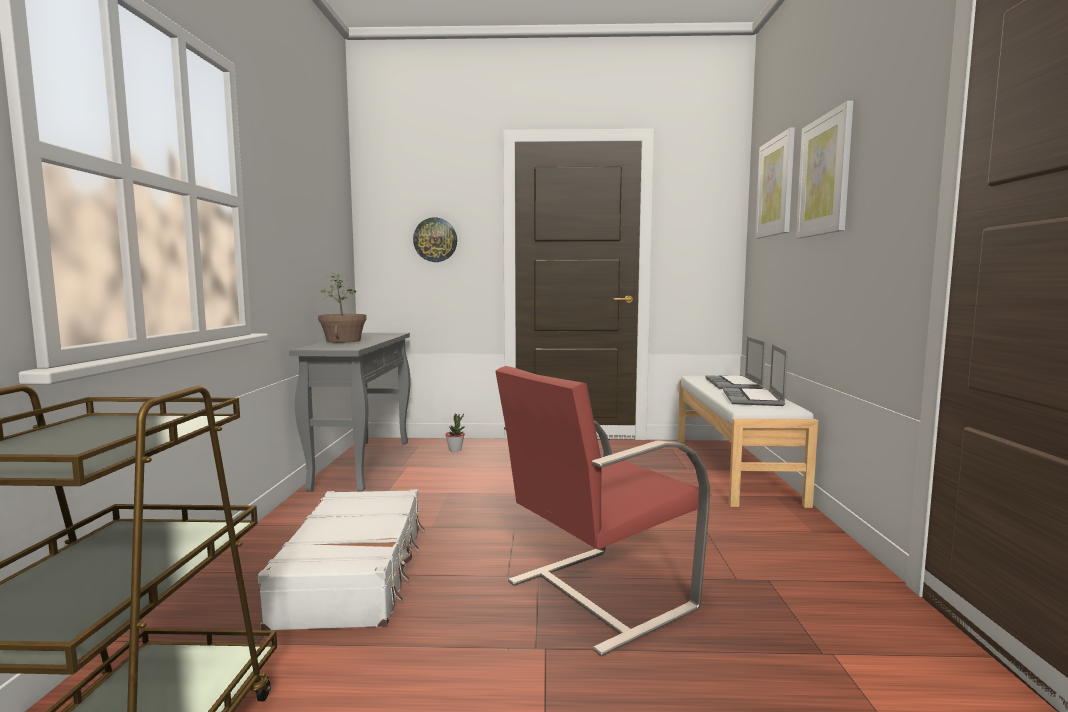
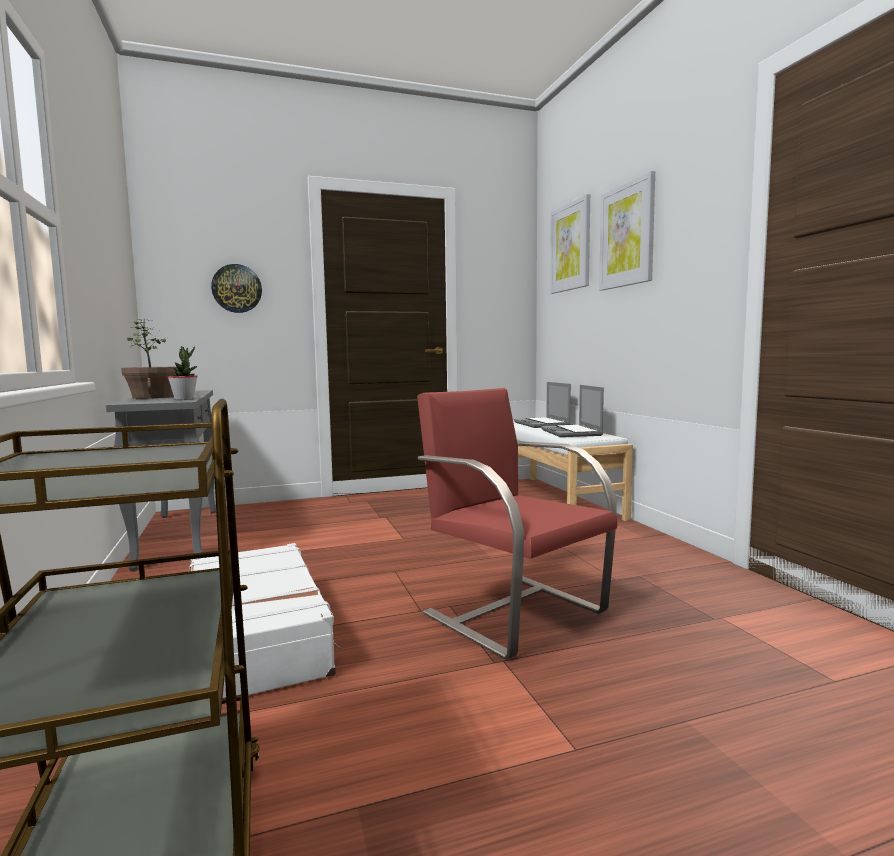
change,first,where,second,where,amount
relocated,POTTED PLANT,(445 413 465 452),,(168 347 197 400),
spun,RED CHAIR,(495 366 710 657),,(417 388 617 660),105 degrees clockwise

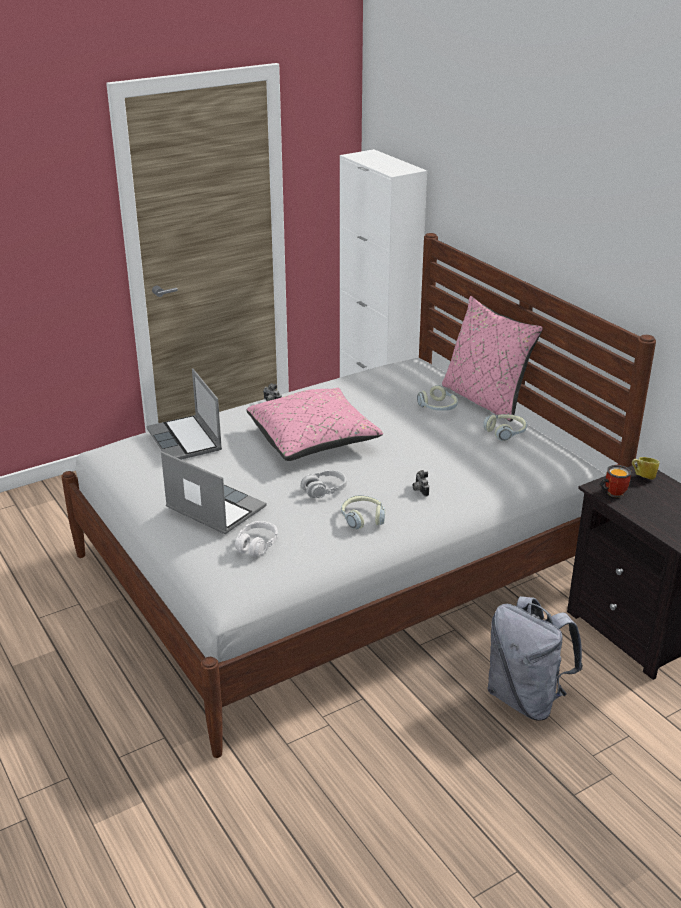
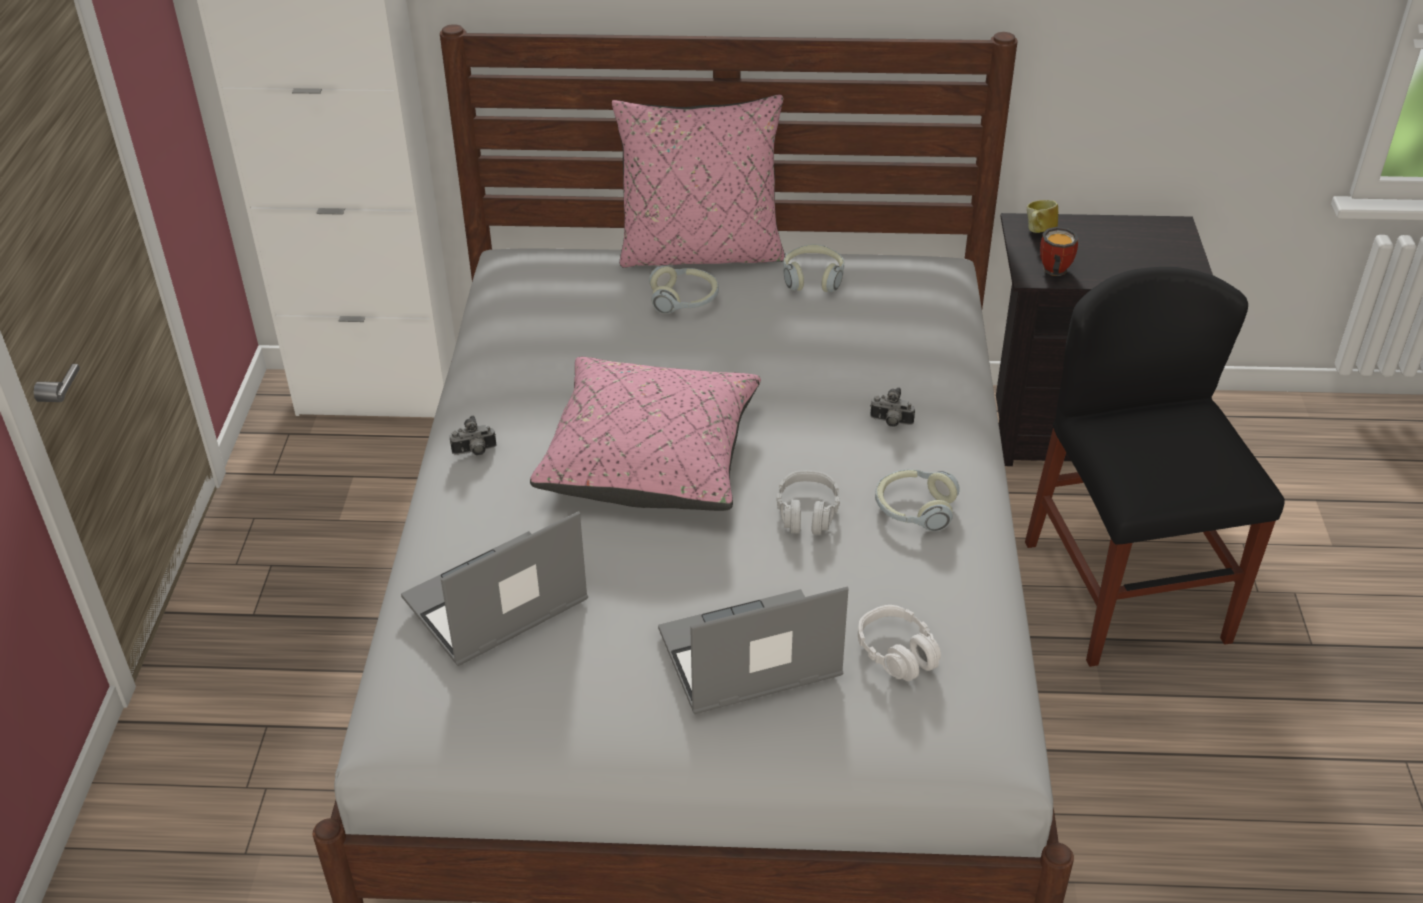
change,first,where,second,where,amount
spun,LAPTOP,(146 368 222 460),,(401 511 588 666),135 degrees clockwise
exchanged,GREY BACKPACK,(487 596 583 721),BLACK CHAIR,(1025 267 1285 667),

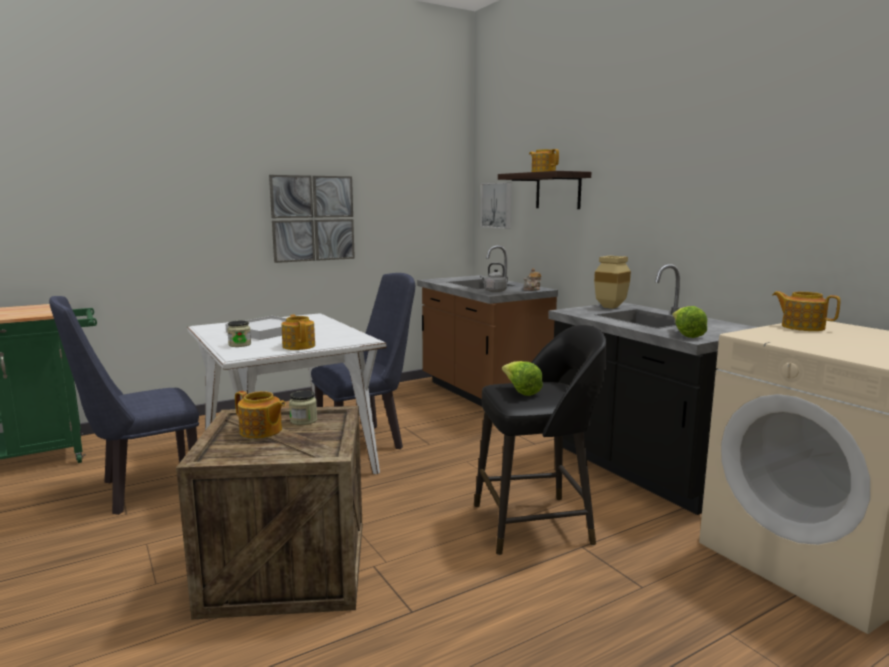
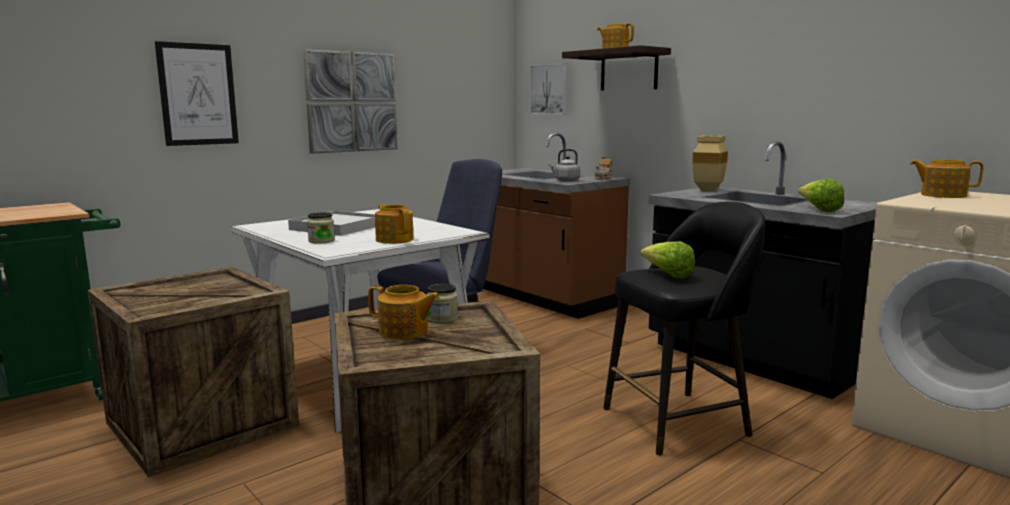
change,first,where,second,where,amount
exchanged,BLUE CHAIR,(49 296 199 515),CRATE,(88 267 299 477),
appeared,,,PICTURE,(155 41 239 146),

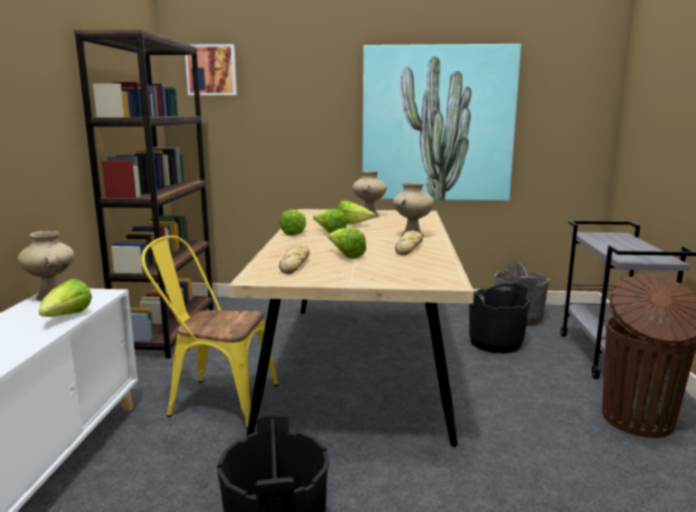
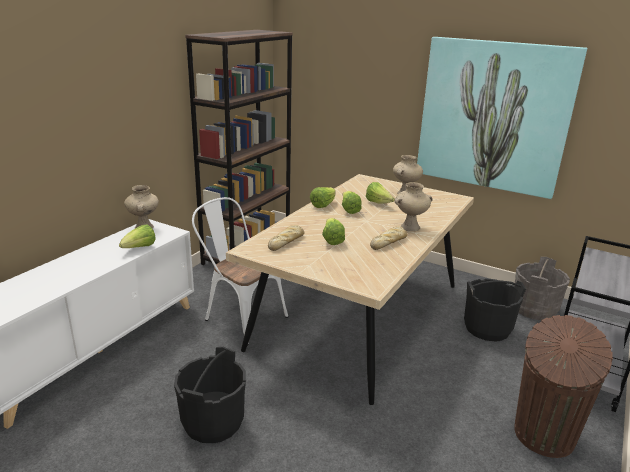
change,first,where,second,where,amount
colour,YELLOW CHAIR,(141 236 278 429),WHITE CHAIR,(192 197 288 346),
missing,PICTURE,(185 44 237 95),,,

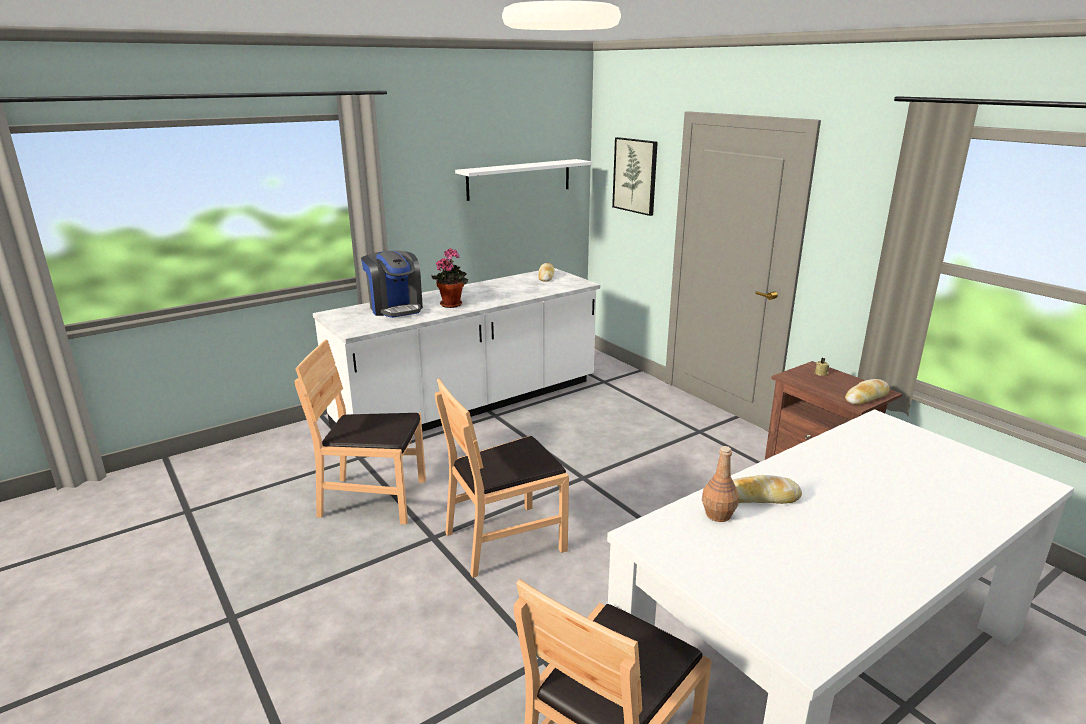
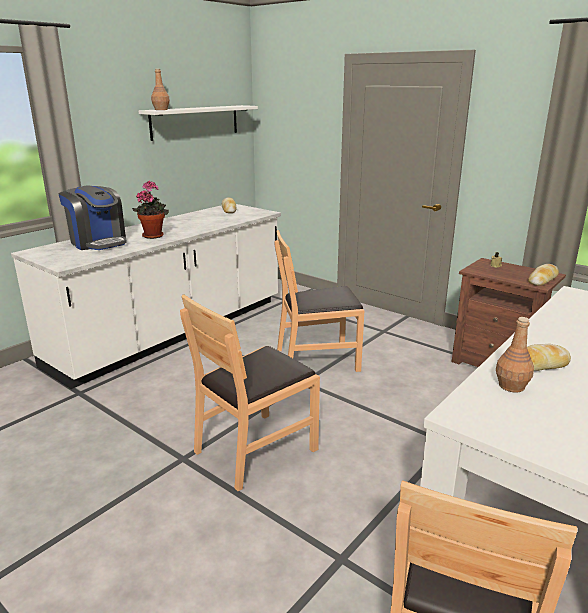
change,first,where,second,where,amount
appeared,,,BROWN BOTTLE,(151 69 170 110),
relocated,BROWN CHAIR,(295 339 426 525),,(274 230 364 372),
missing,PICTURE,(612 137 658 216),,,

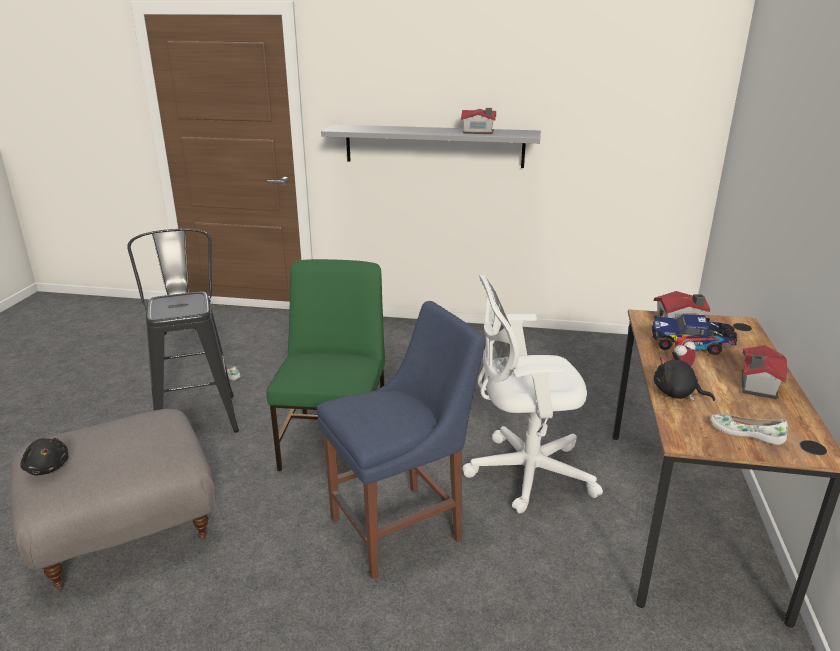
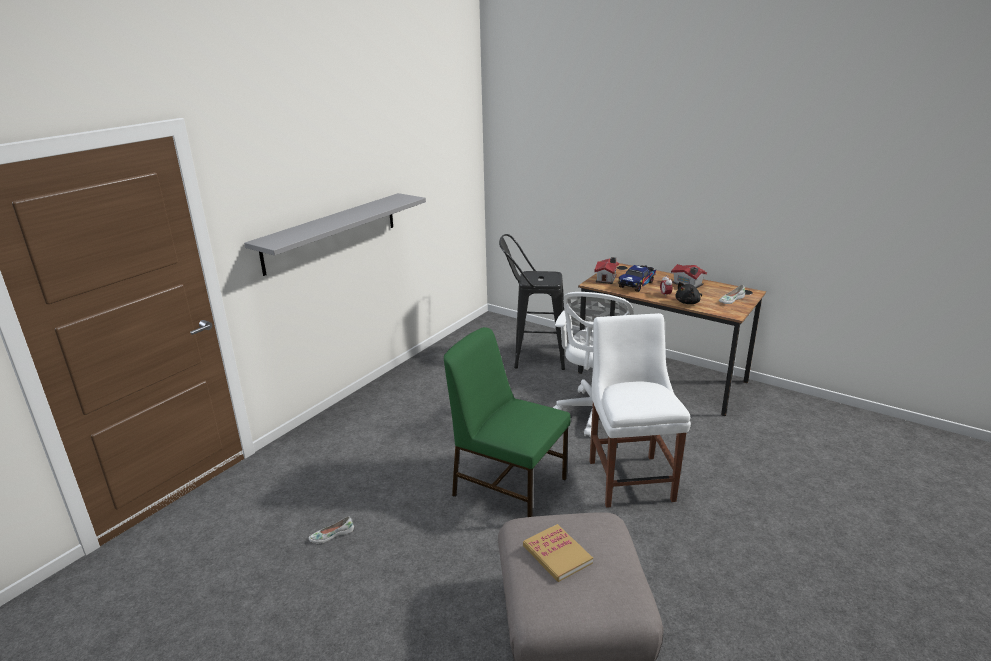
change,first,where,second,where,amount
relocated,BLACK STOOL,(127 229 239 433),,(499 234 565 370),
appeared,,,BOOK,(523 524 593 582),
colour,BLUE CHAIR,(317 301 486 579),WHITE CHAIR,(589 313 691 508),
missing,BLACK PLUSH TOY,(20 438 68 476),,,
missing,TOY HOUSE,(461 108 496 134),,,

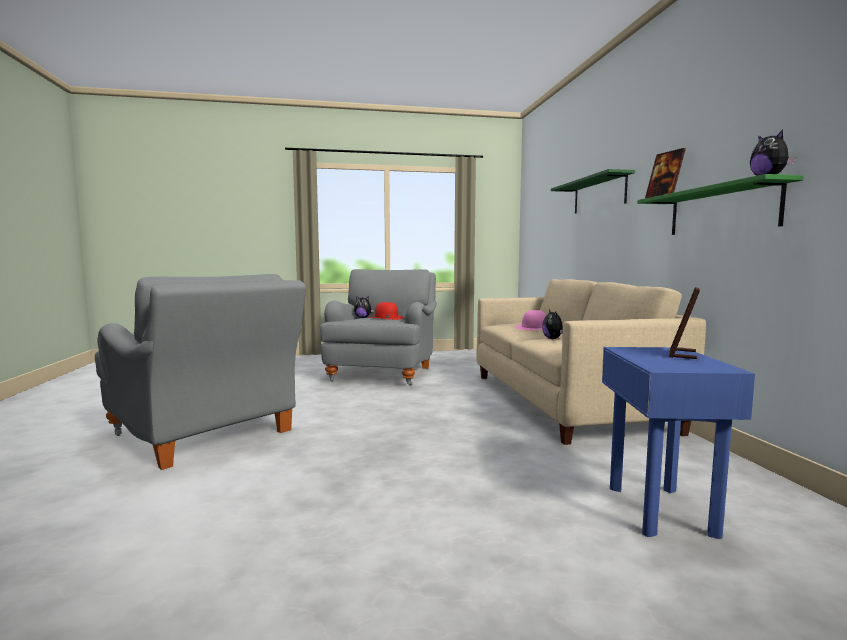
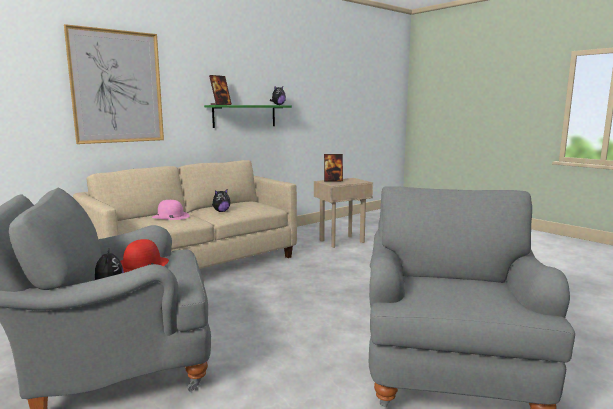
change,first,where,second,where,amount
exchanged,GREEN SHELF,(551 169 635 213),PICTURE,(64 24 164 144),
colour,BLUE SIDE TABLE,(602 347 755 539),BEIGE SIDE TABLE,(314 178 373 248),

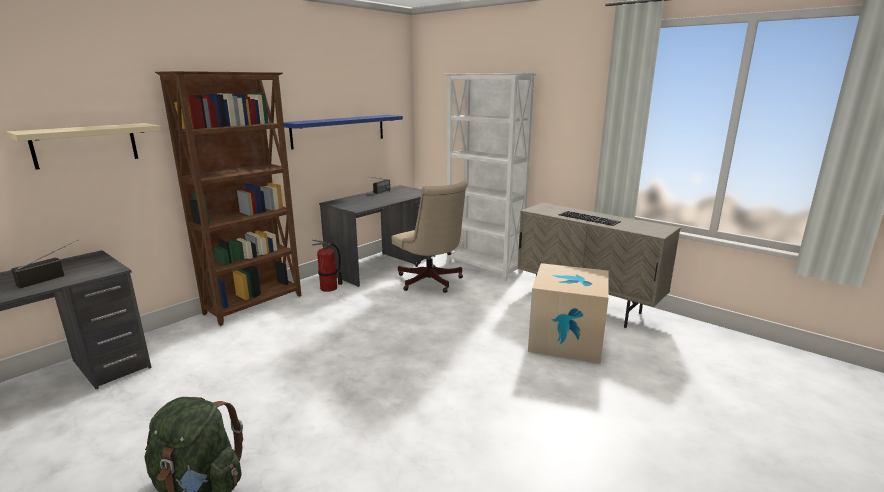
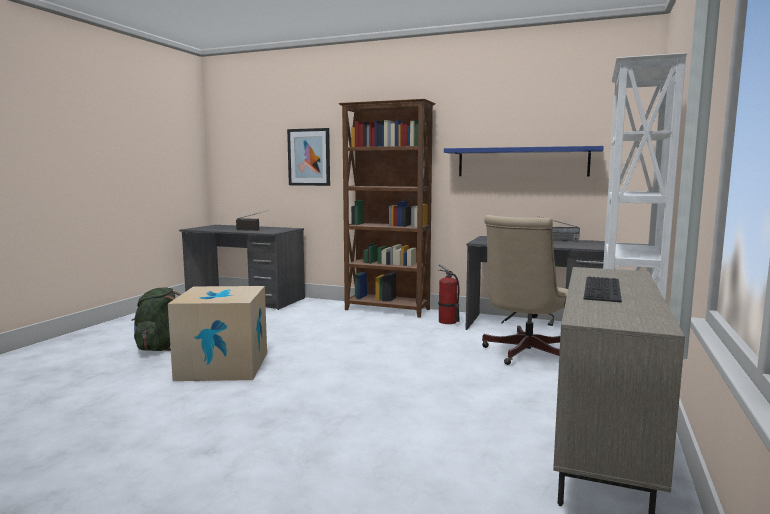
change,first,where,second,where,amount
relocated,CARDBOARD BOX,(528 263 609 364),,(168 286 267 381),
exchanged,BEIGE SHELF,(6 123 161 170),PICTURE,(287 128 330 186),

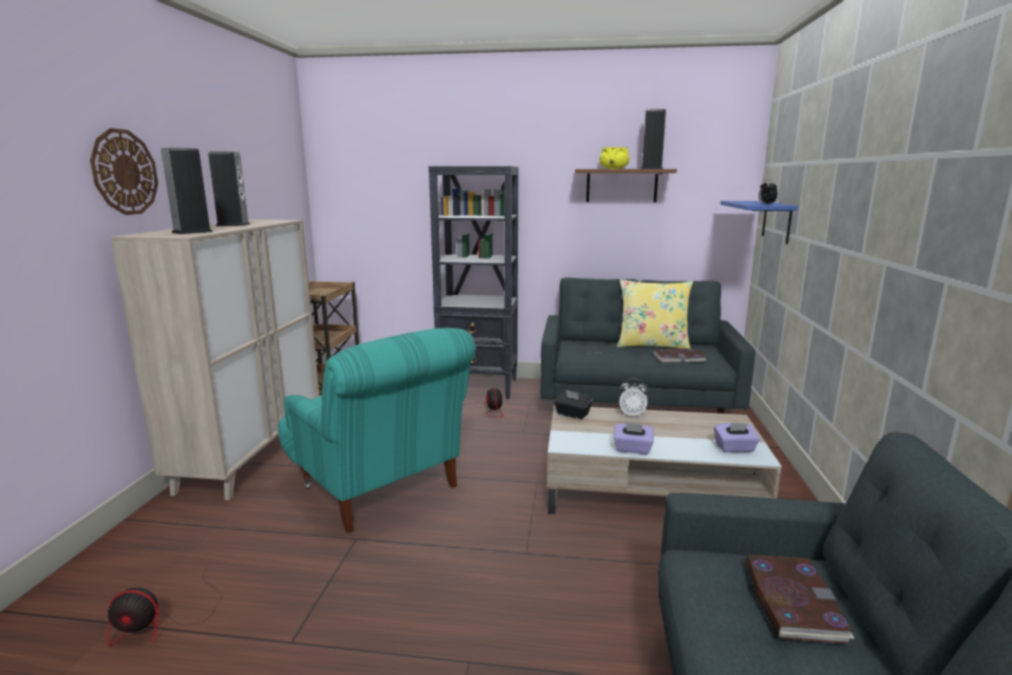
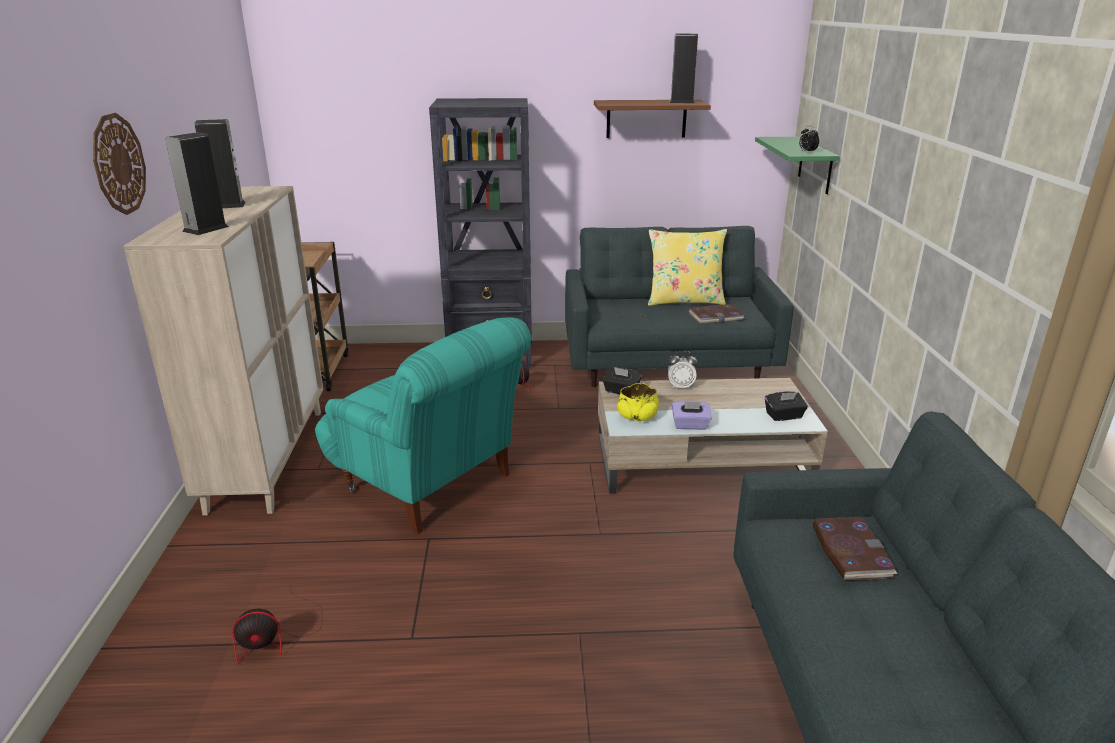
change,first,where,second,where,amount
relocated,YELLOW BOWL,(599 147 630 169),,(617 383 659 421),
colour,BLUE SHELF,(720 201 798 244),GREEN SHELF,(755 137 840 194),
colour,PURPLE TISSUE BOX,(714 423 760 452),BLACK TISSUE BOX,(765 391 808 421),

